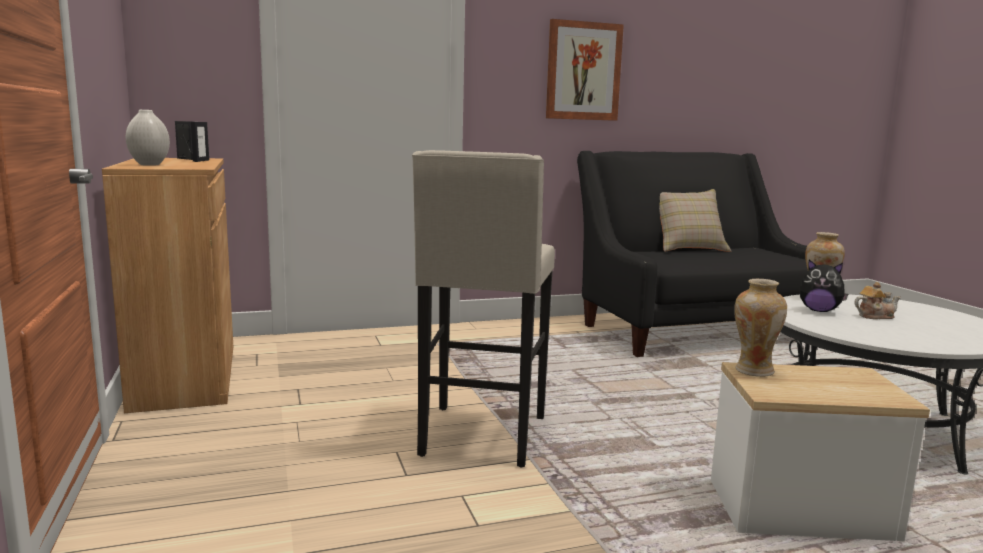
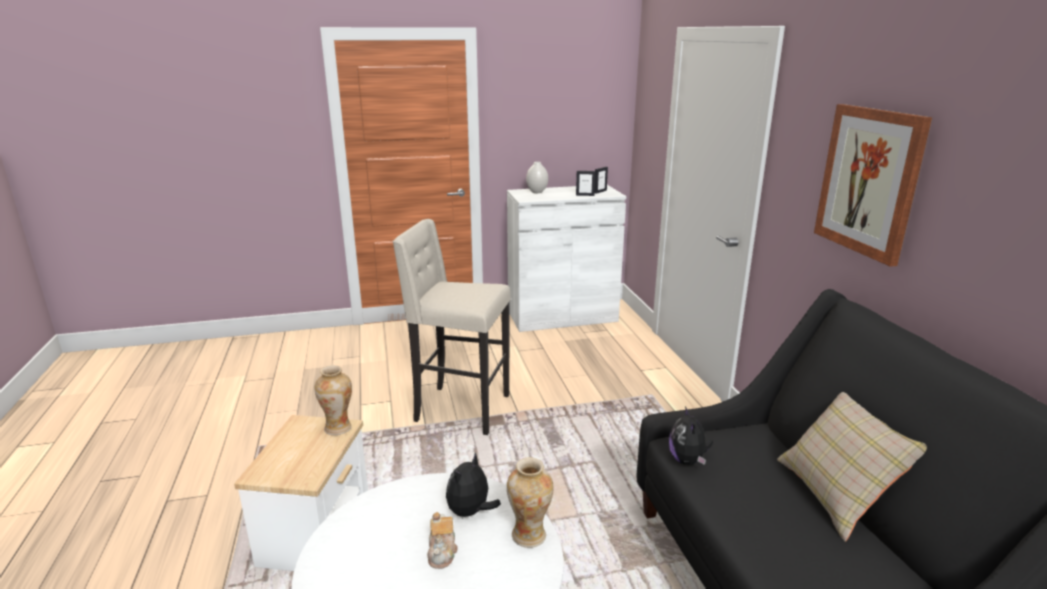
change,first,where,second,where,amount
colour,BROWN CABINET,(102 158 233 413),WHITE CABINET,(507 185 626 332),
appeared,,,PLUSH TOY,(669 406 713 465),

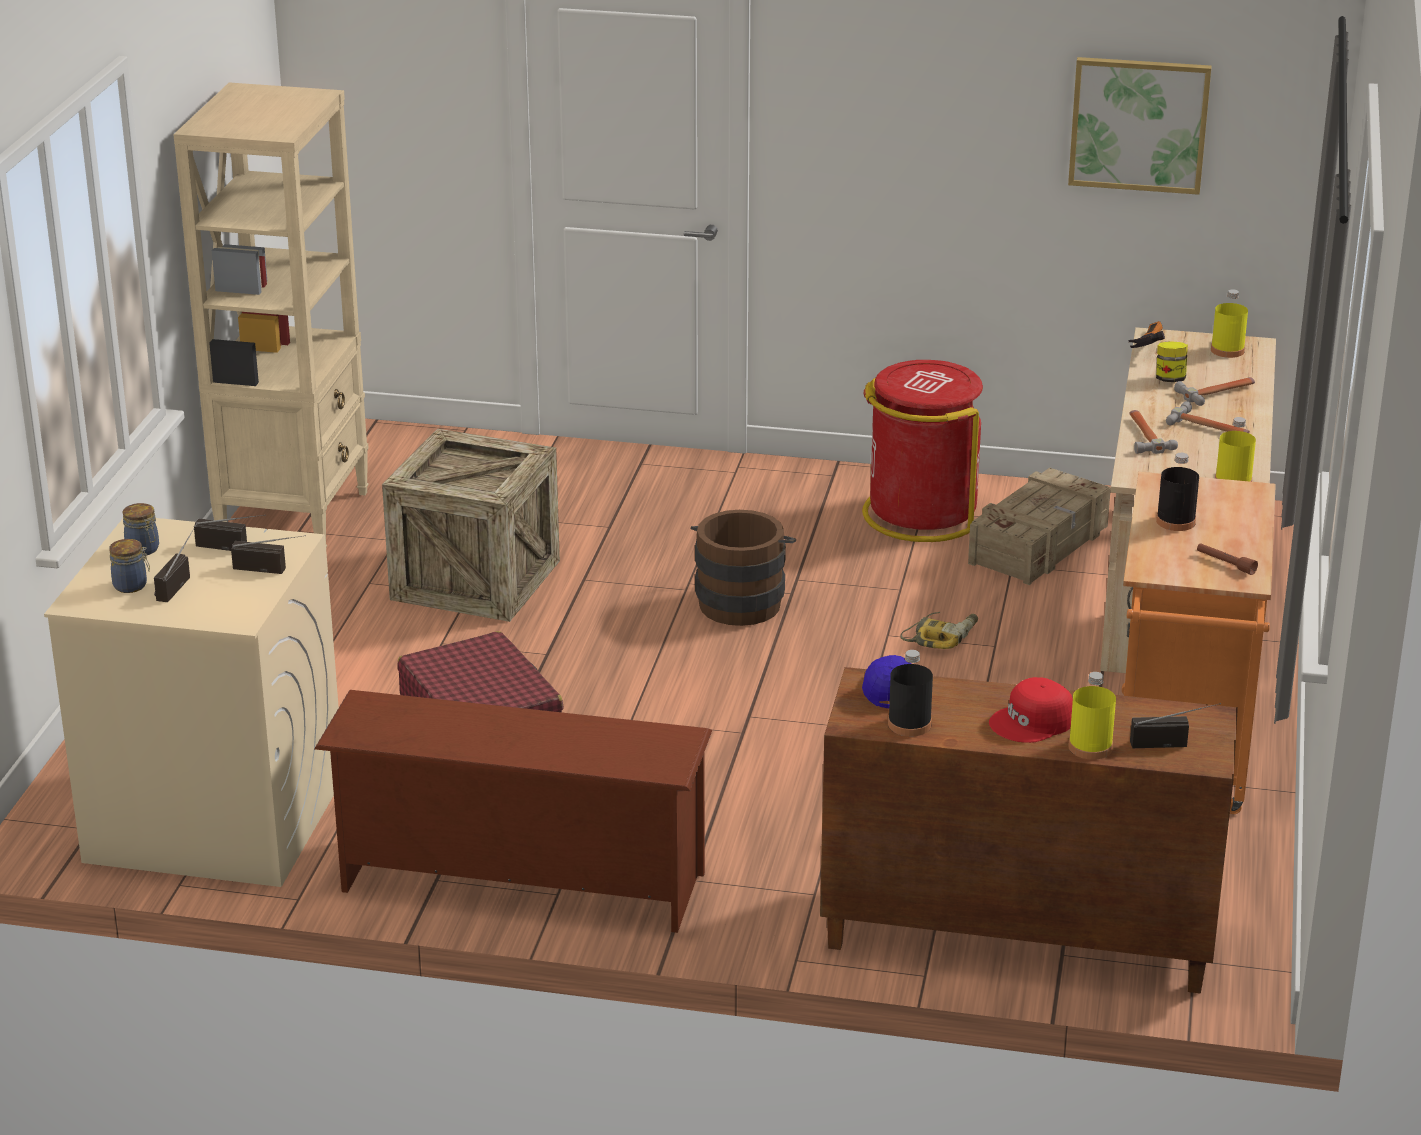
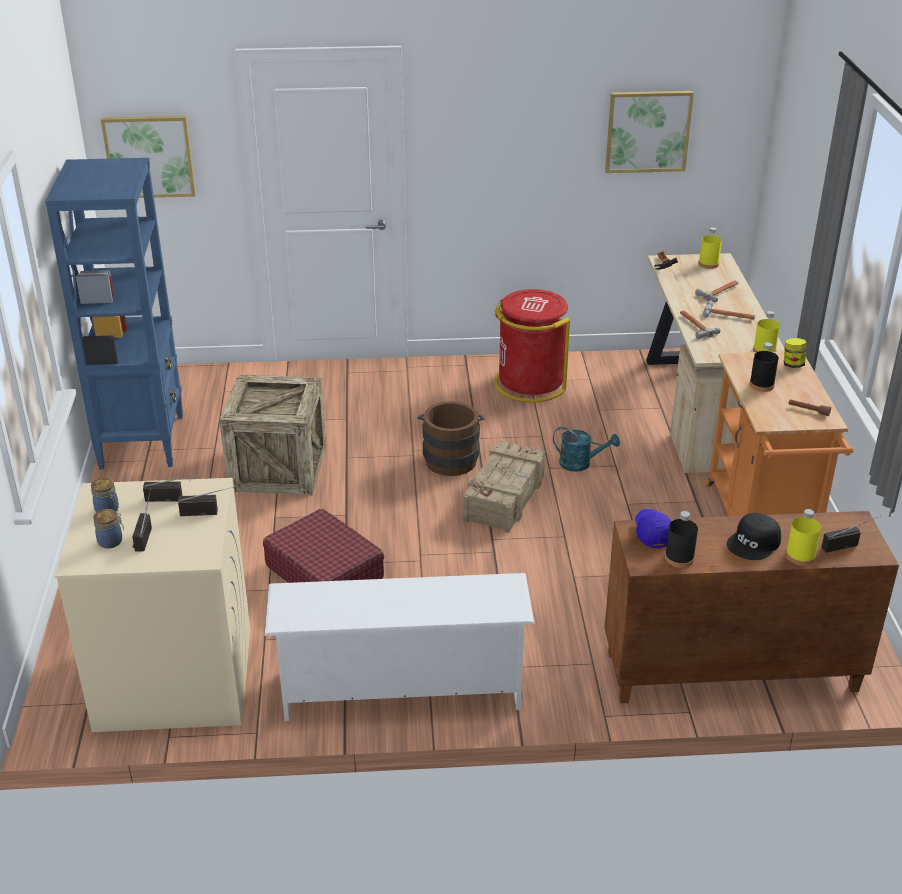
change,first,where,second,where,amount
colour,BEIGE BOOKCASE,(173 83 369 547),BLUE BOOKCASE,(45 158 183 470),
appeared,,,PICTURE,(101 116 196 198),
colour,BROWN SHOE RACK,(314 690 712 933),WHITE SHOE RACK,(265 573 534 721),
relocated,CRATE,(968 468 1111 585),,(463 441 545 533),
exchanged,POWER DRILL,(900 612 978 649),TURQUOISE WATERING CAN,(553 427 620 472),
colour,RED CAP,(989 677 1073 743),BLACK CAP,(727 513 781 560),
relocated,JAR,(1156 341 1188 382),,(784 338 806 368),

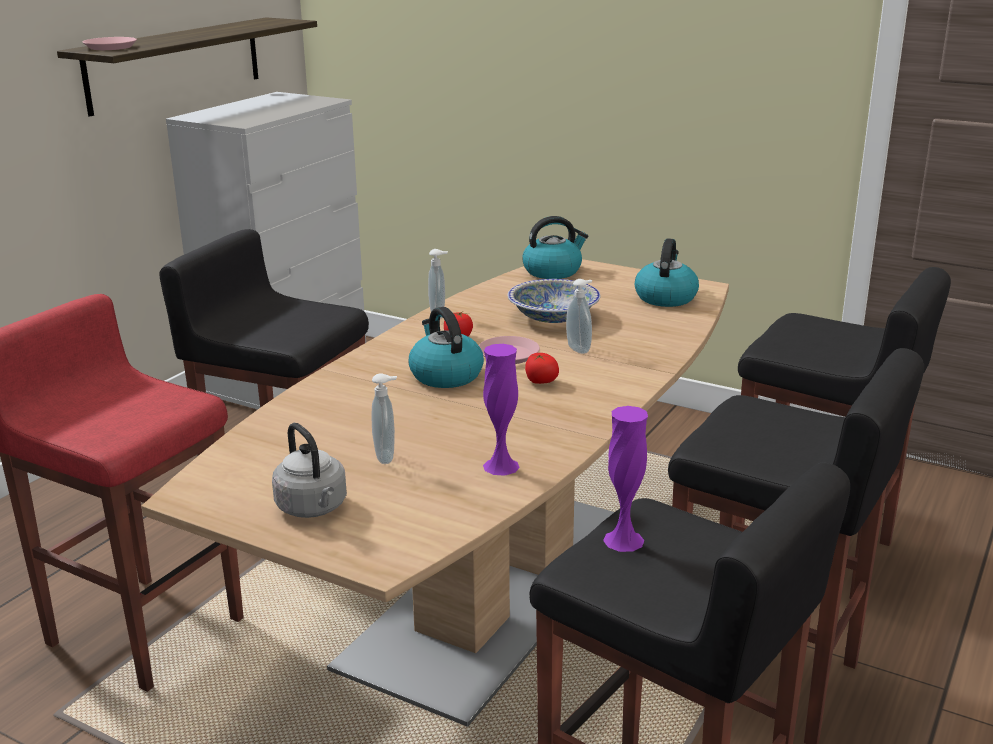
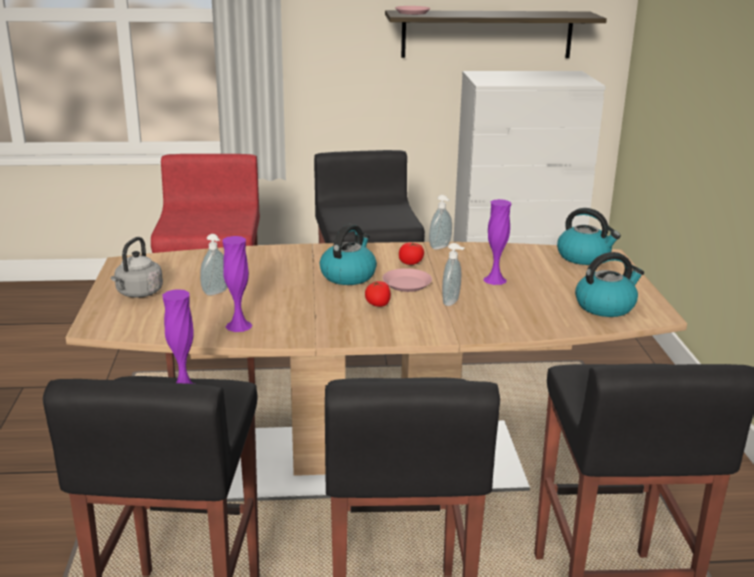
change,first,where,second,where,amount
exchanged,BOWL,(508 279 601 323),PURPLE VASE,(483 199 511 285),

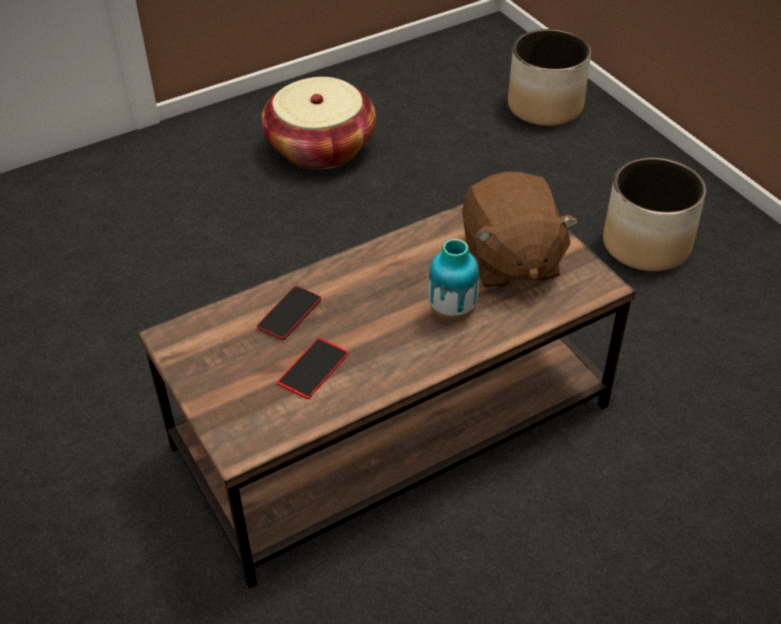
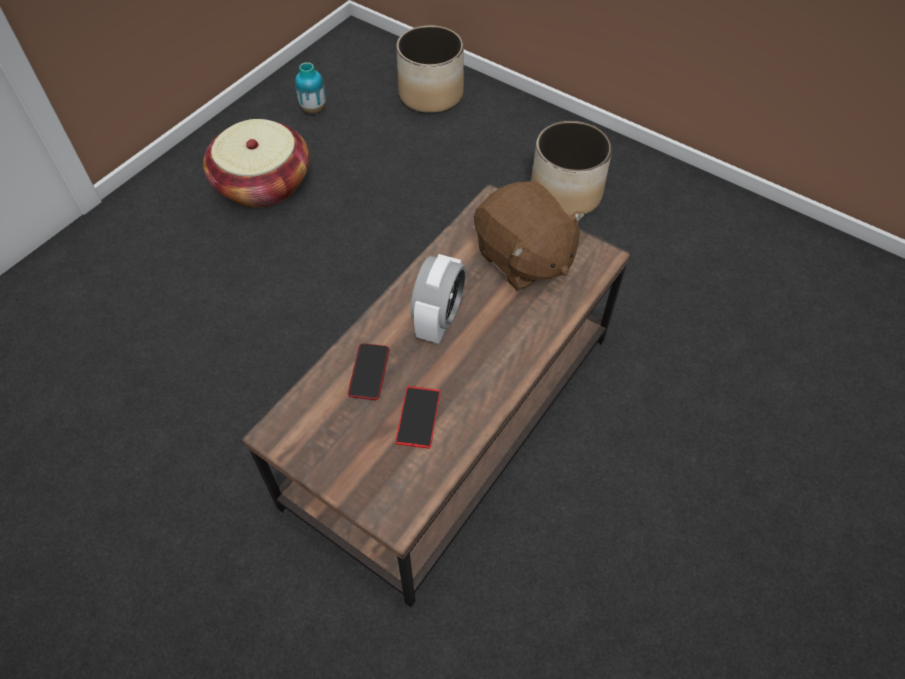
change,first,where,second,where,amount
relocated,VASE,(429 239 479 322),,(295 62 326 114),
appeared,,,ALARM CLOCK,(410 254 466 344),

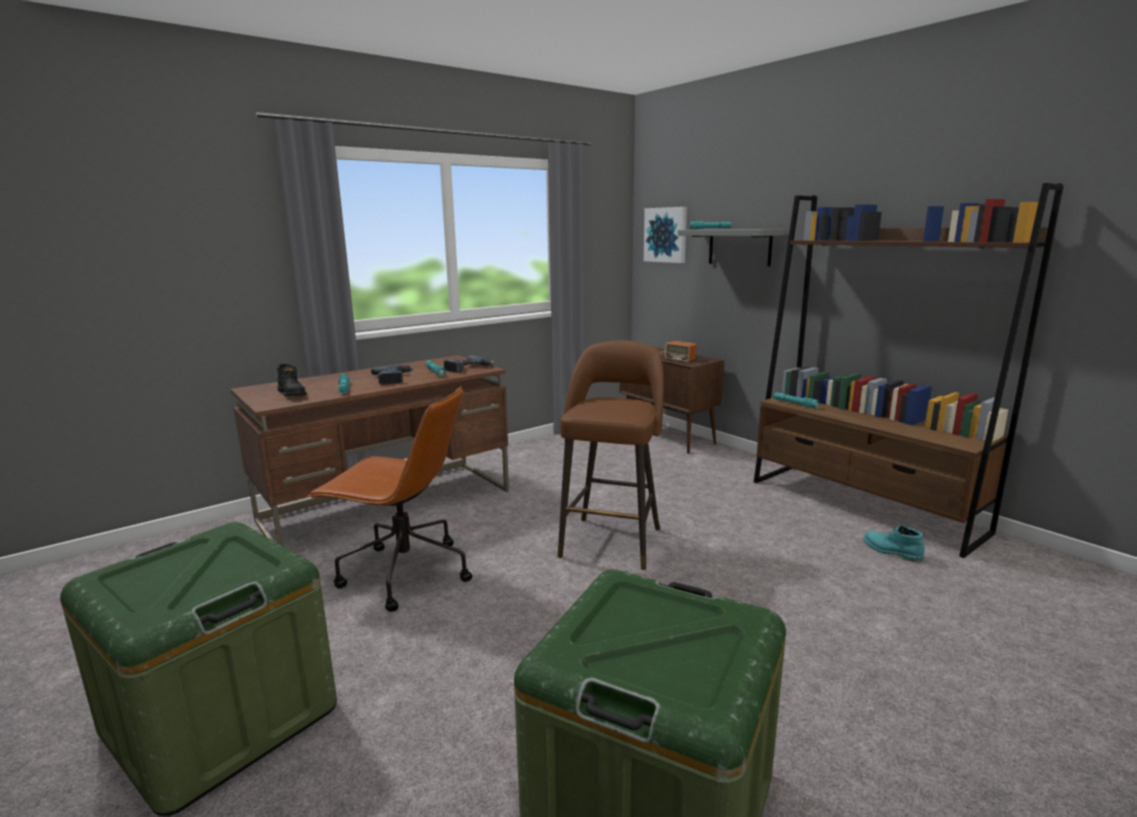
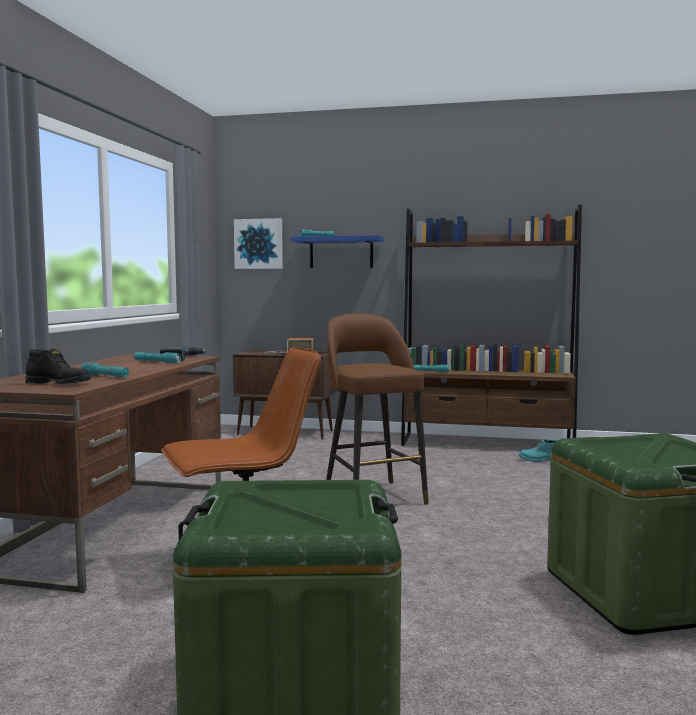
change,first,where,second,where,amount
colour,GREY SHELF,(678 229 785 267),BLUE SHELF,(291 235 384 268),
missing,POWER DRILL,(371 365 414 385),,,

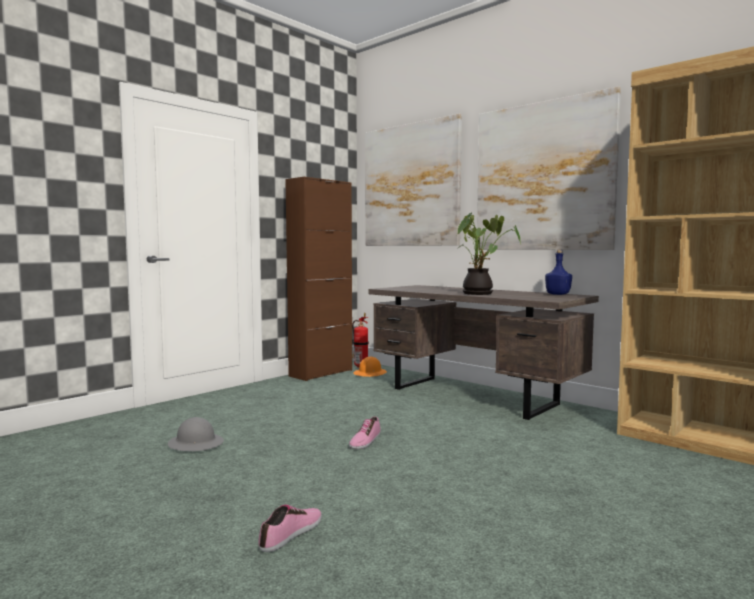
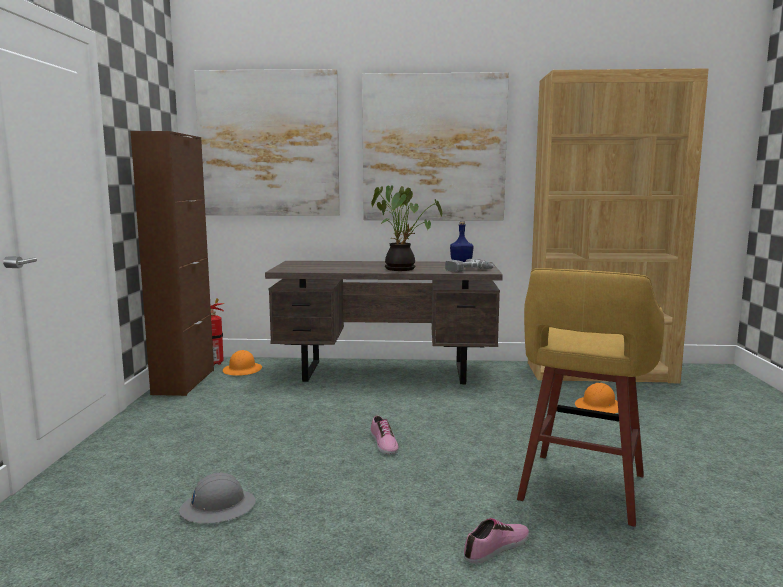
change,first,where,second,where,amount
appeared,,,POWER DRILL,(445 259 495 272),
spun,SHOE,(259 505 322 552),,(464 518 529 564),60 degrees clockwise
appeared,,,YELLOW STOOL,(517 268 664 527),
appeared,,,ORANGE HARD HAT,(575 383 618 414),

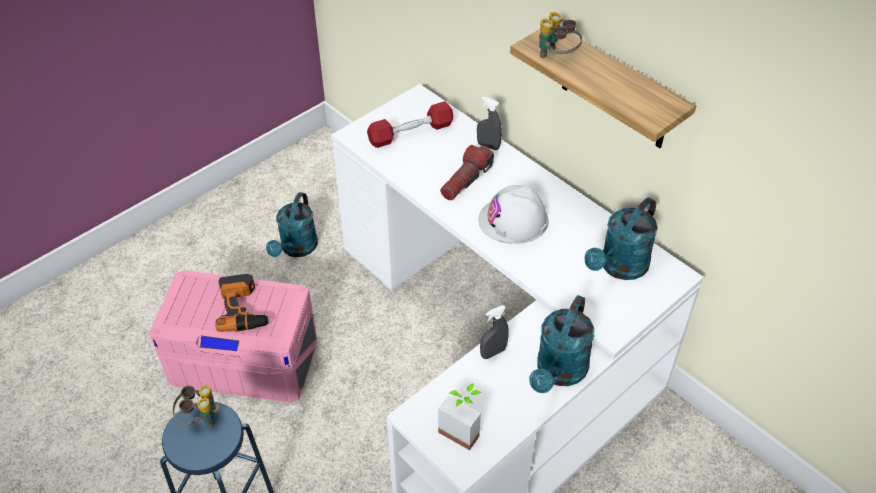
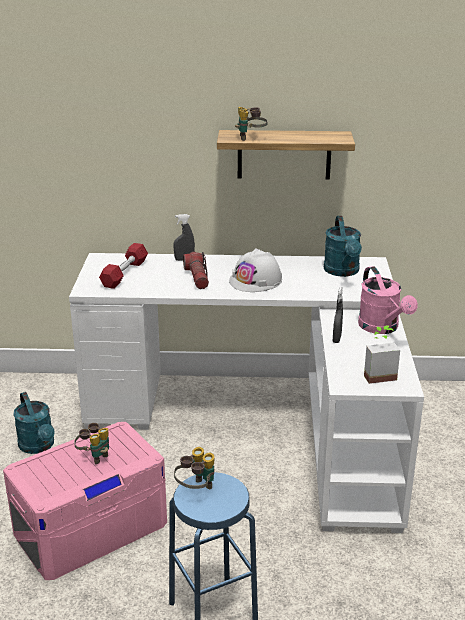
change,first,where,second,where,amount
exchanged,POWER DRILL,(215 274 271 332),BINOCULARS,(74 423 109 464),
colour,TURQUOISE WATERING CAN,(529 295 594 393),PINK WATERING CAN,(358 266 418 334),

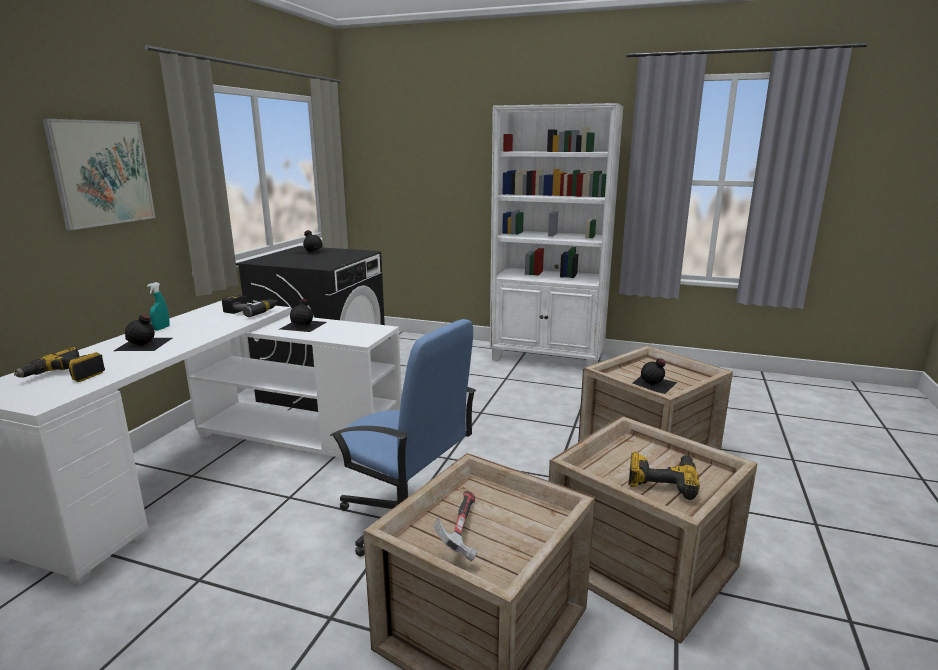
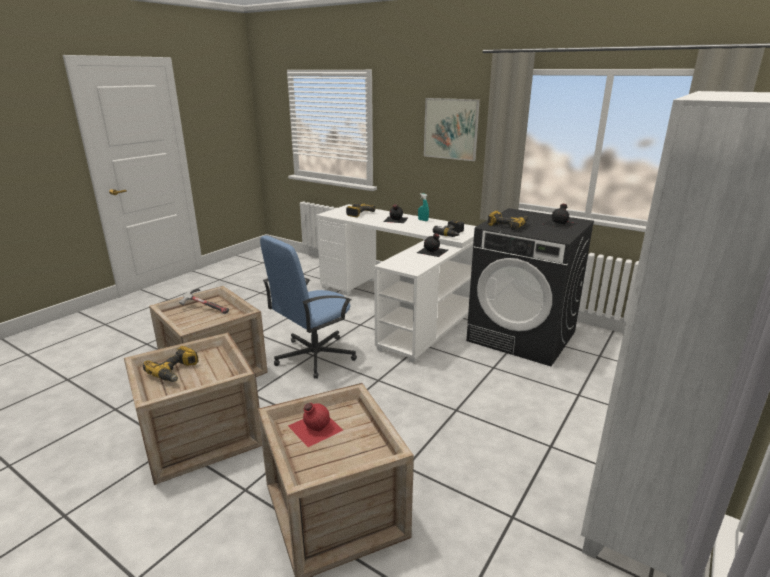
change,first,where,second,where,amount
colour,BLACK BOTTLE,(633 358 677 394),RED BOTTLE,(288 403 343 447),
appeared,,,POWER DRILL,(488 211 528 230),

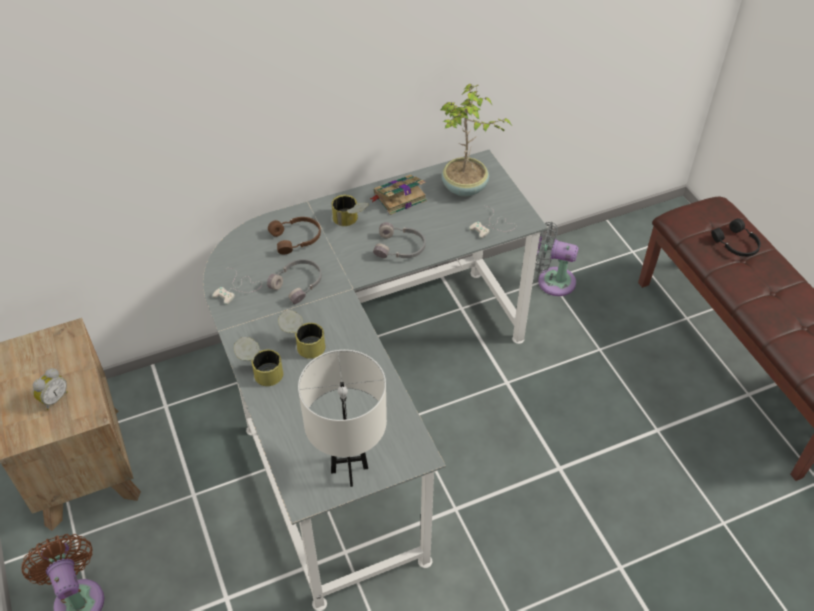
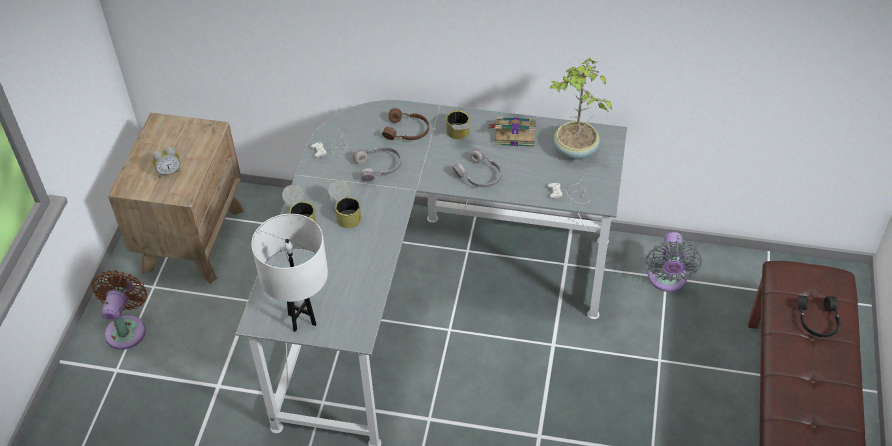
change,first,where,second,where,amount
spun,GREY FAN,(535 222 579 296),,(646 232 702 292),135 degrees counterclockwise

